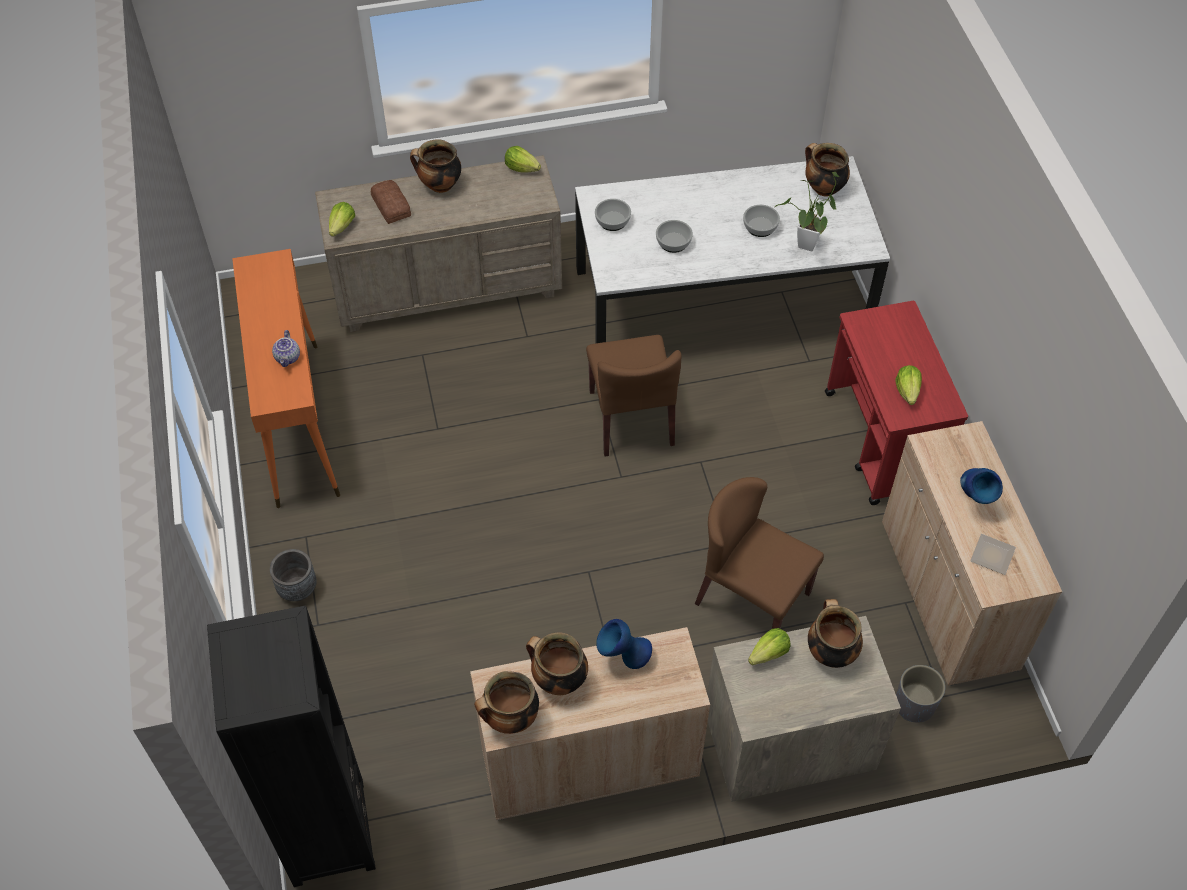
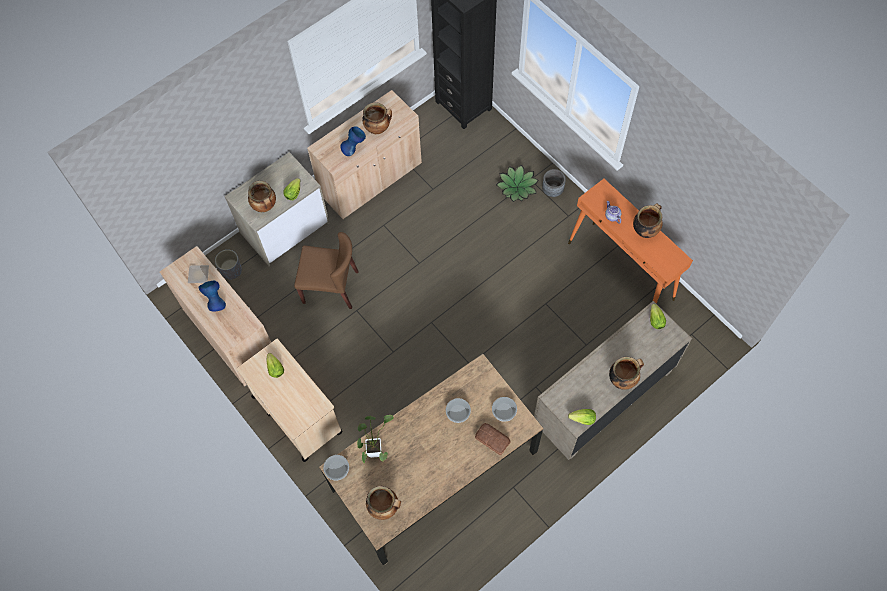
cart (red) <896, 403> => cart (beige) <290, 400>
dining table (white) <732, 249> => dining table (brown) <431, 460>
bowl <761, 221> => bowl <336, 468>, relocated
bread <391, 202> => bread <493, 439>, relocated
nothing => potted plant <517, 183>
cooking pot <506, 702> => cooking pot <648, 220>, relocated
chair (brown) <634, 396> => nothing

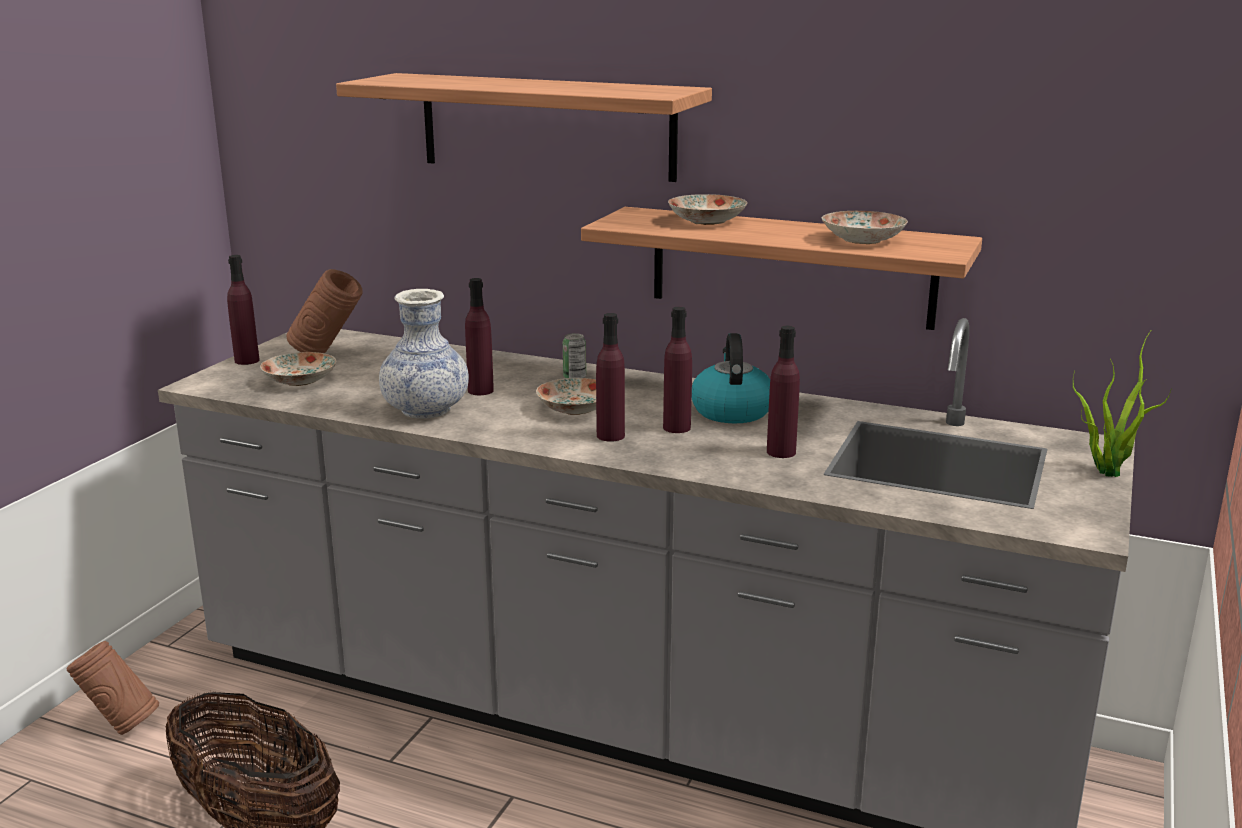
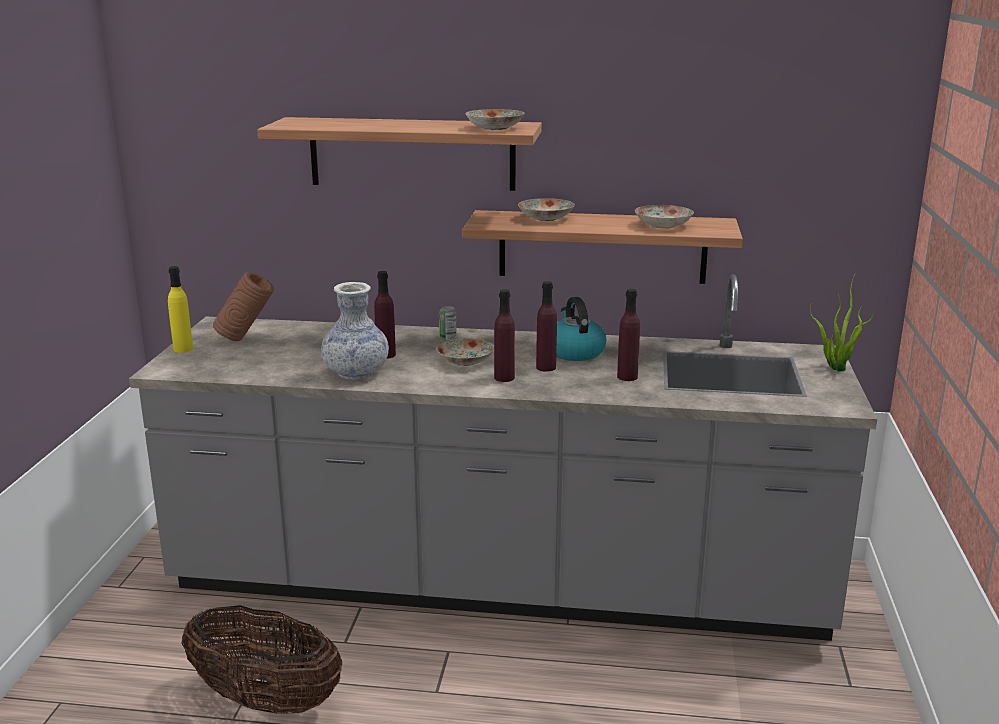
bottle (purple) <243, 310> => bottle (yellow) <180, 309>
plate <298, 369> => plate <495, 119>, relocated
vase (brown) <113, 688> => nothing

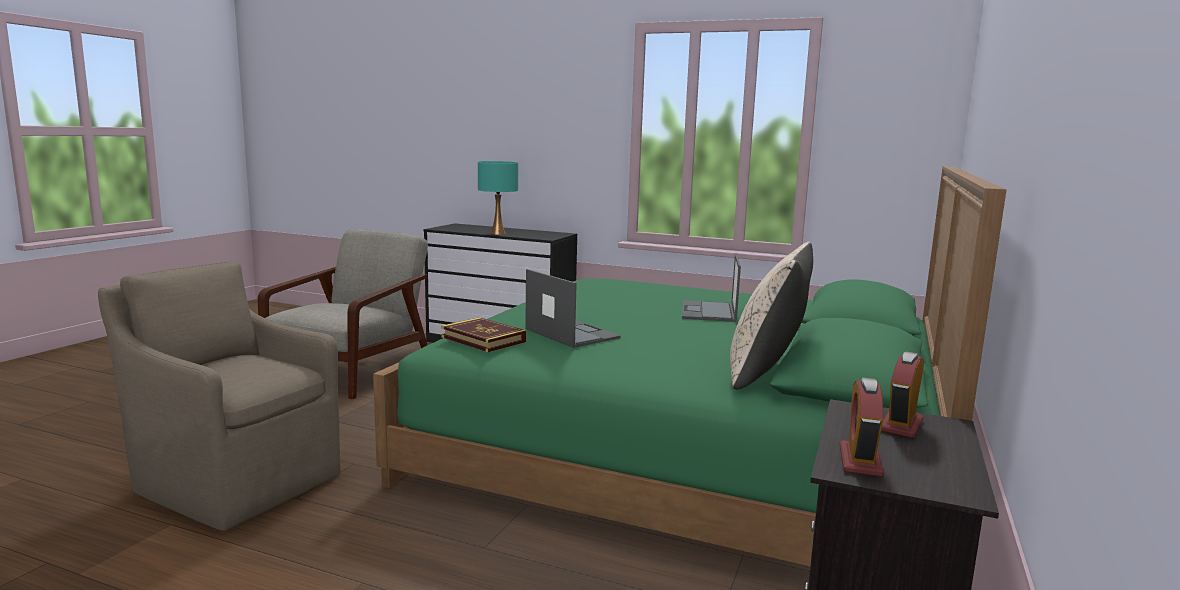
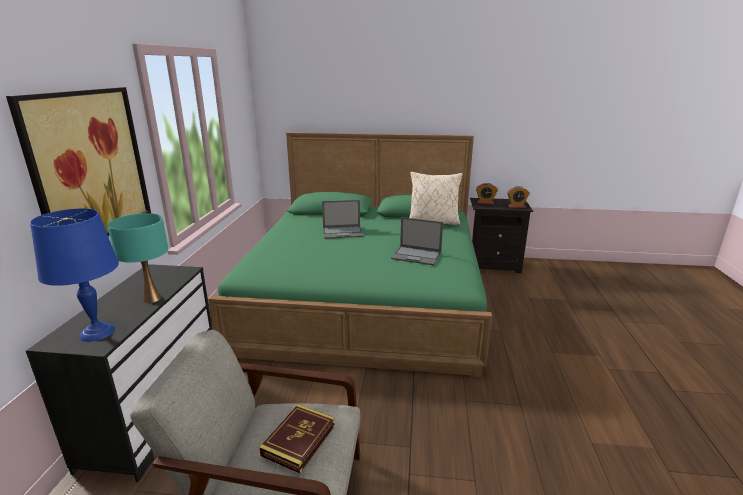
nothing => picture <78, 161>
nothing => table lamp (blue) <74, 275>
book <483, 334> => book <297, 438>, relocated
laptop <573, 308> => laptop <417, 241>, 105 degrees counterclockwise
armchair (brown) <219, 396> => nothing

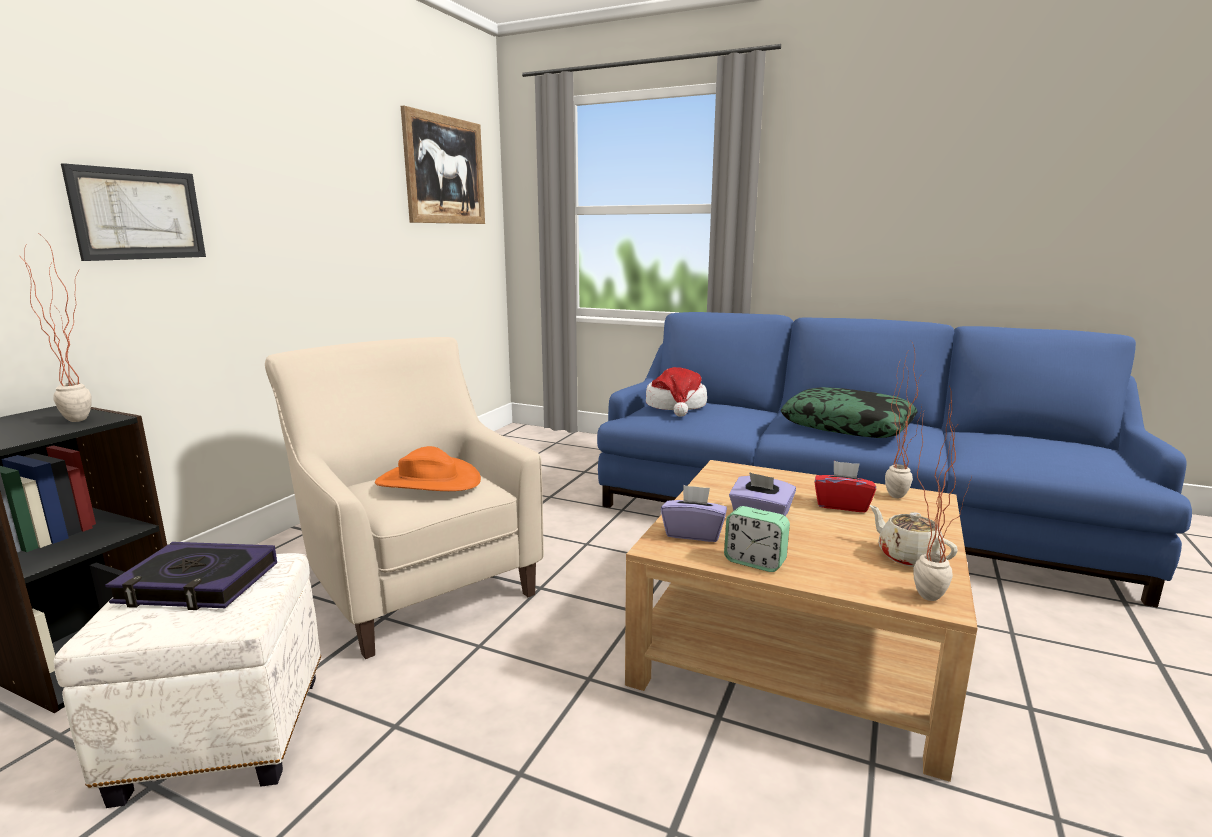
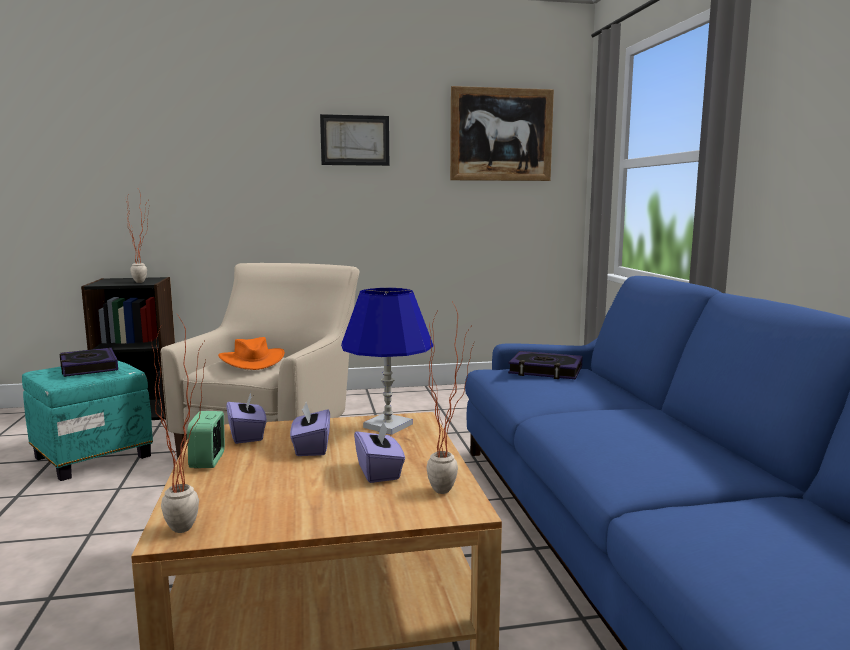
ottoman (white) <187, 680> => ottoman (turquoise) <87, 421>
picture <133, 212> => picture <354, 140>, relocated
nothing => table lamp (blue) <387, 361>
tissue box (red) <845, 486> => tissue box (purple) <379, 452>
hat <676, 392> => book <545, 365>
pillow <849, 412> => nothing
teapot (beige) <914, 536> => nothing

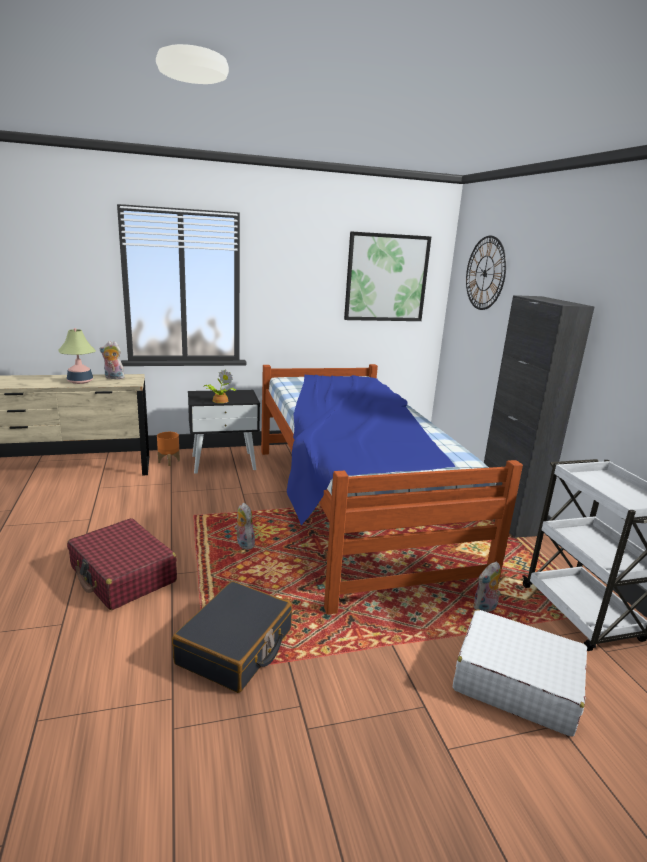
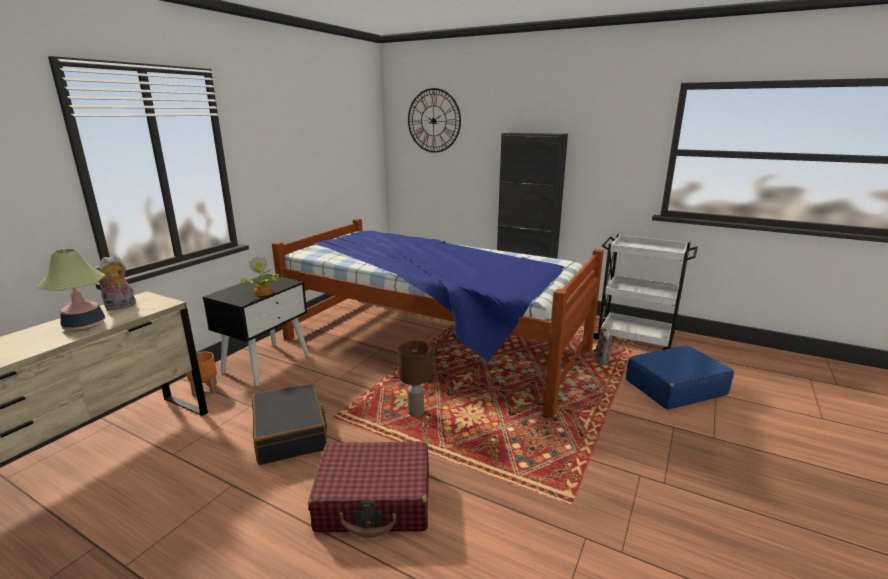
suitcase (black) <232, 637> => suitcase (black) <289, 424>, relocated
plush toy <244, 526> => table lamp (brown) <415, 379>
suitcase (white) <520, 673> => suitcase (blue) <680, 377>
picture <387, 276> => nothing

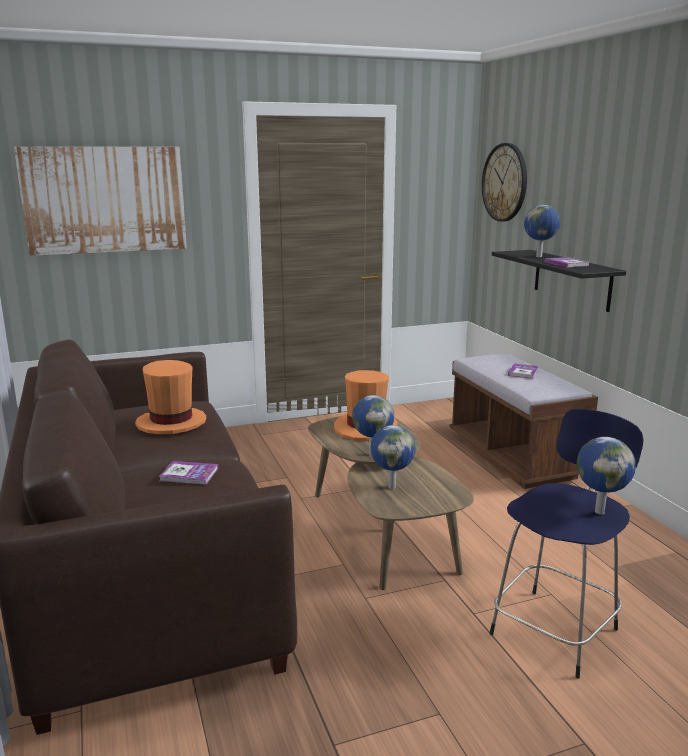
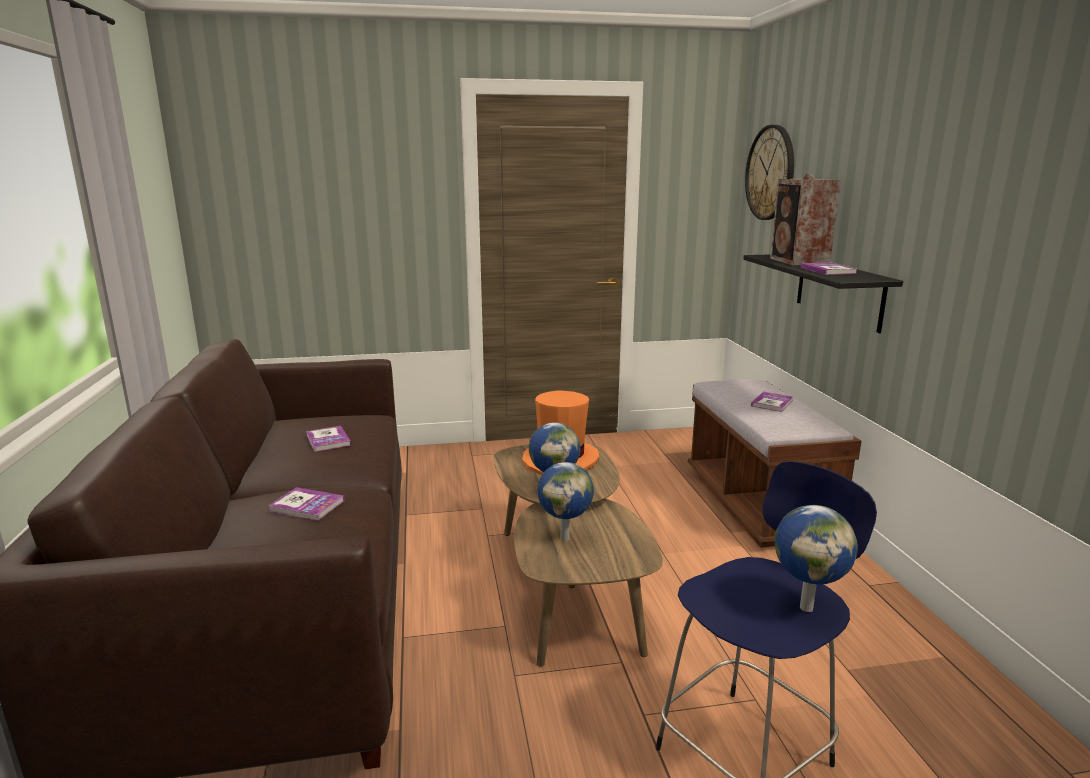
hat (orange) <170, 397> => book <328, 439>
globe <542, 231> => speaker <805, 220>
picture <100, 201> => nothing

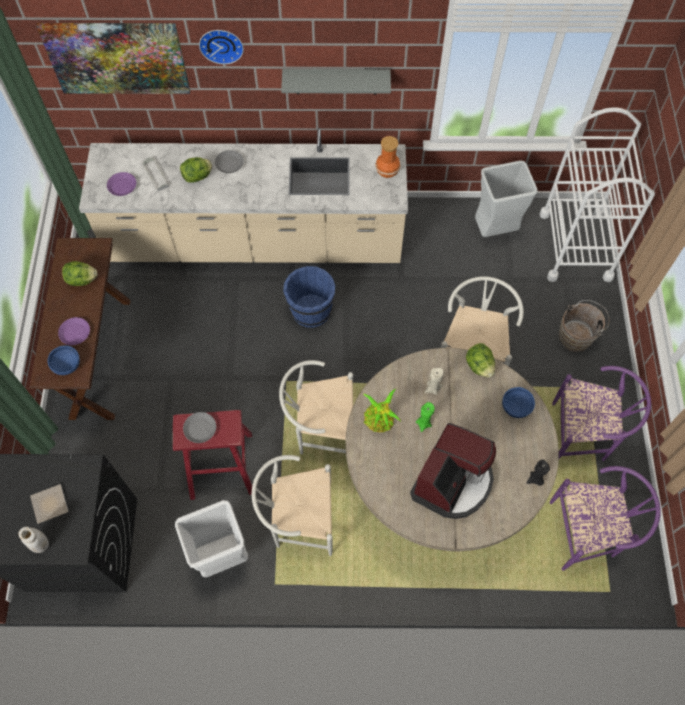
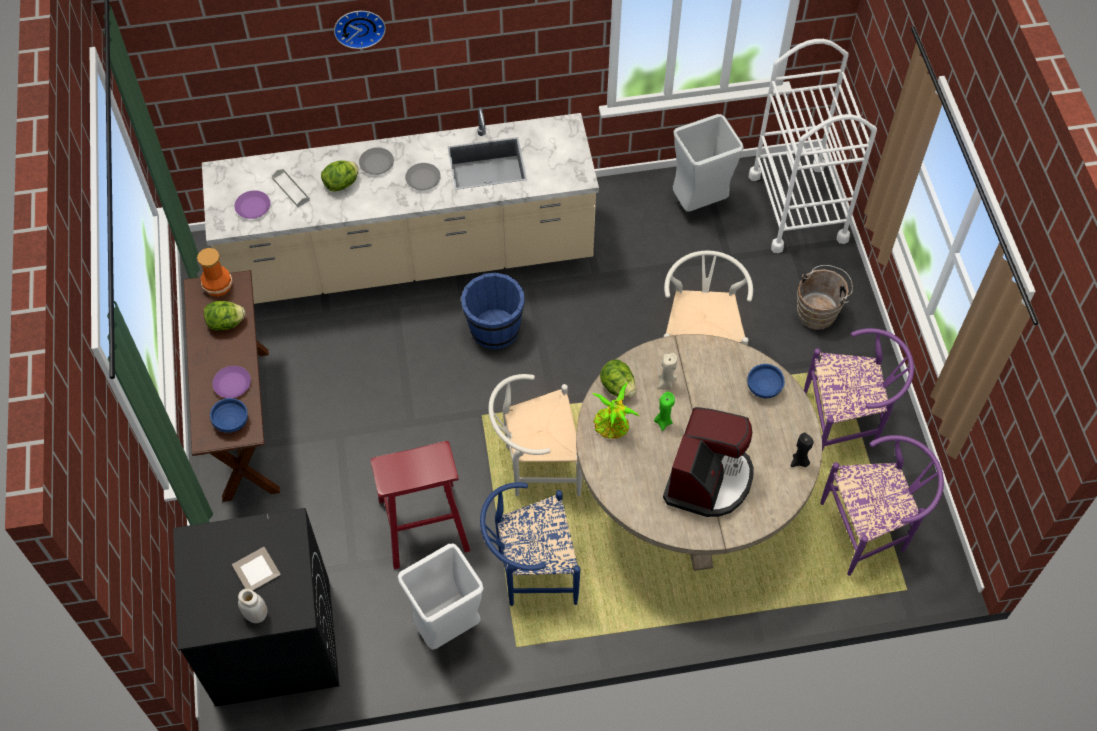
vase <387, 157> => vase <215, 272>, relocated
plate (grey) <199, 427> => plate (grey) <423, 176>, relocated
chair (white) <292, 505> => chair (blue) <530, 544>
lettuce <480, 360> => lettuce <618, 378>, relocated
picture <113, 58> => nothing
shelf (grey) <336, 82> => nothing

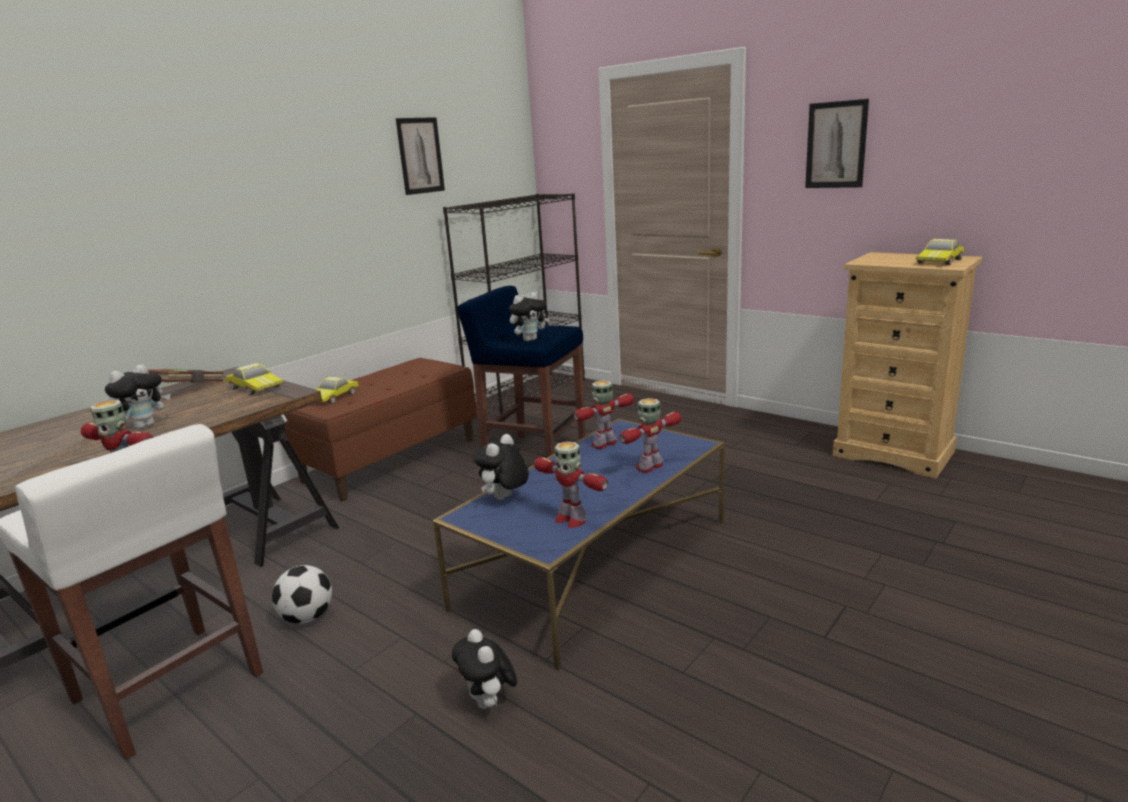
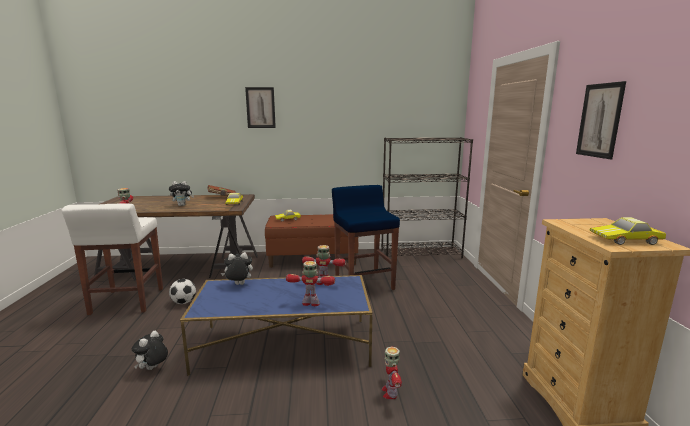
picture <420, 156> => picture <260, 107>, relocated
toy robot <571, 484> => toy robot <392, 372>, relocated
plush toy <529, 317> => nothing

